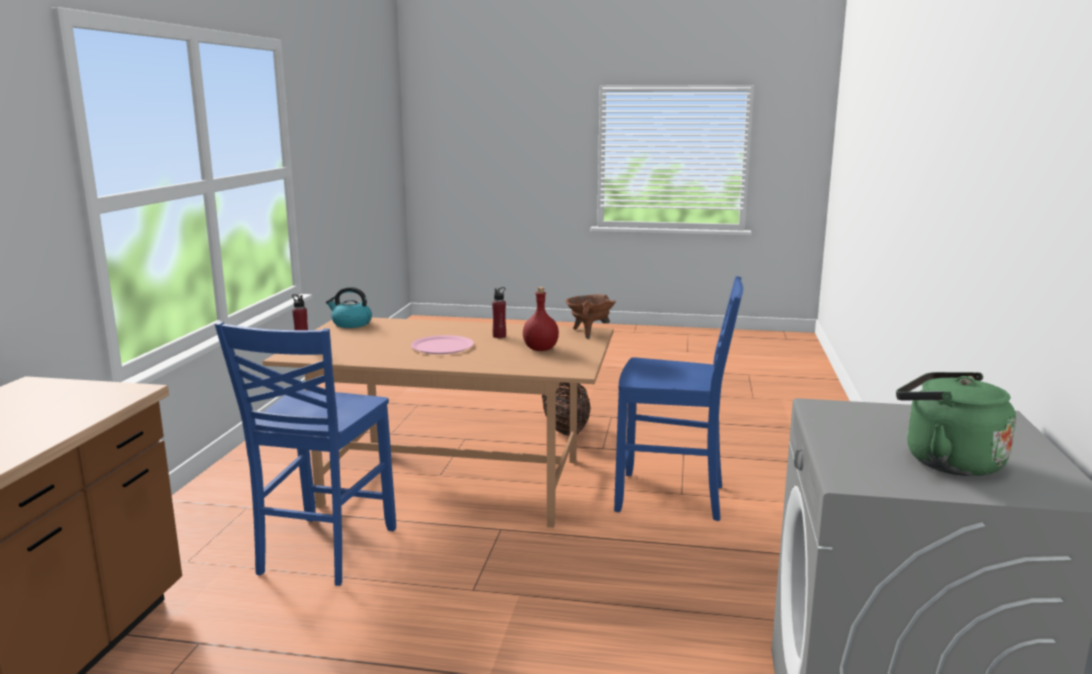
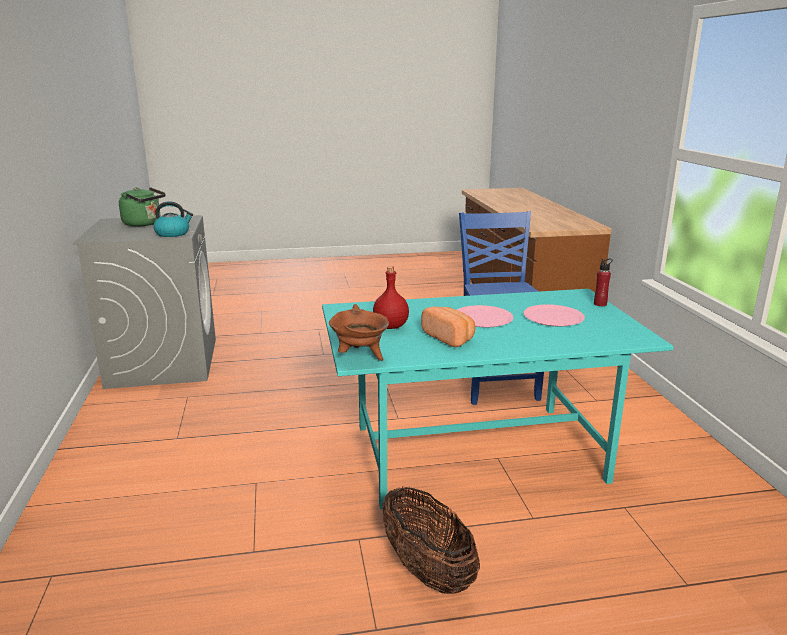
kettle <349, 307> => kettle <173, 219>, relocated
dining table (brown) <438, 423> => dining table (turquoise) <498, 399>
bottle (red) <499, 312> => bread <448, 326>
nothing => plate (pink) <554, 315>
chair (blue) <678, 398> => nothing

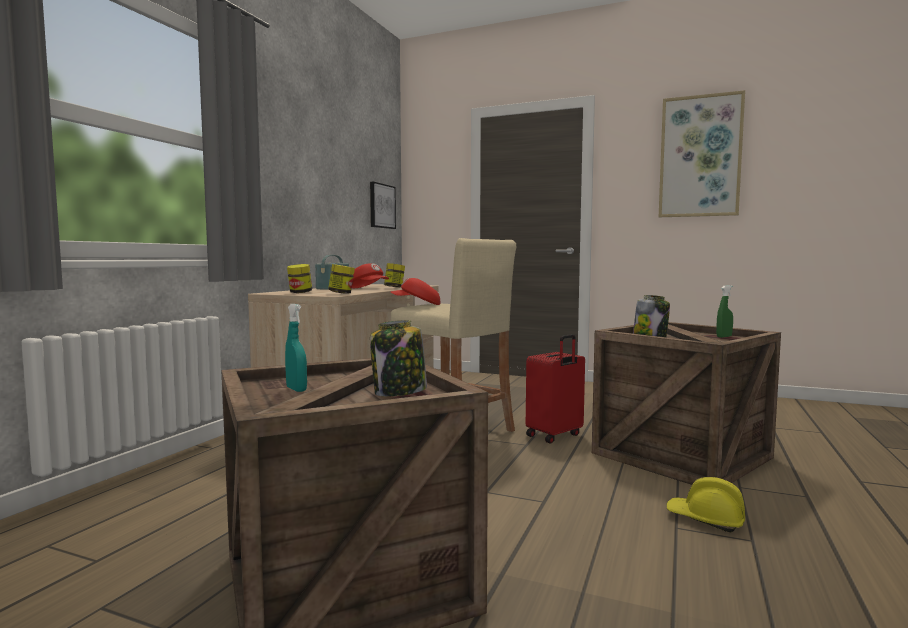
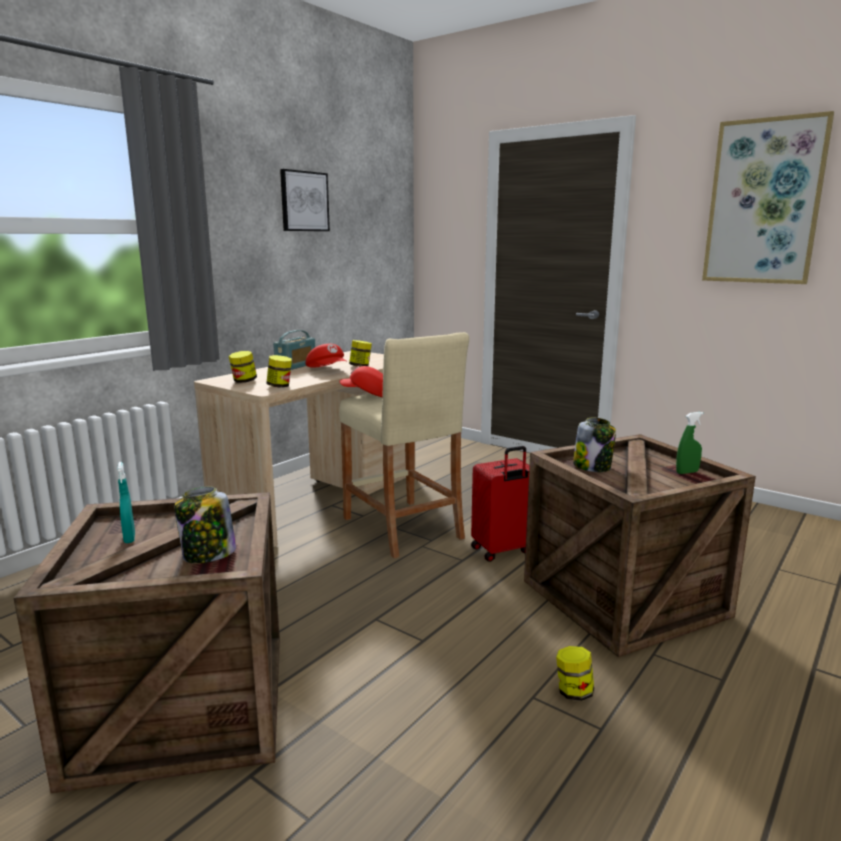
picture <383, 205> => picture <305, 200>, relocated
hard hat (yellow) <706, 504> => jar <575, 673>

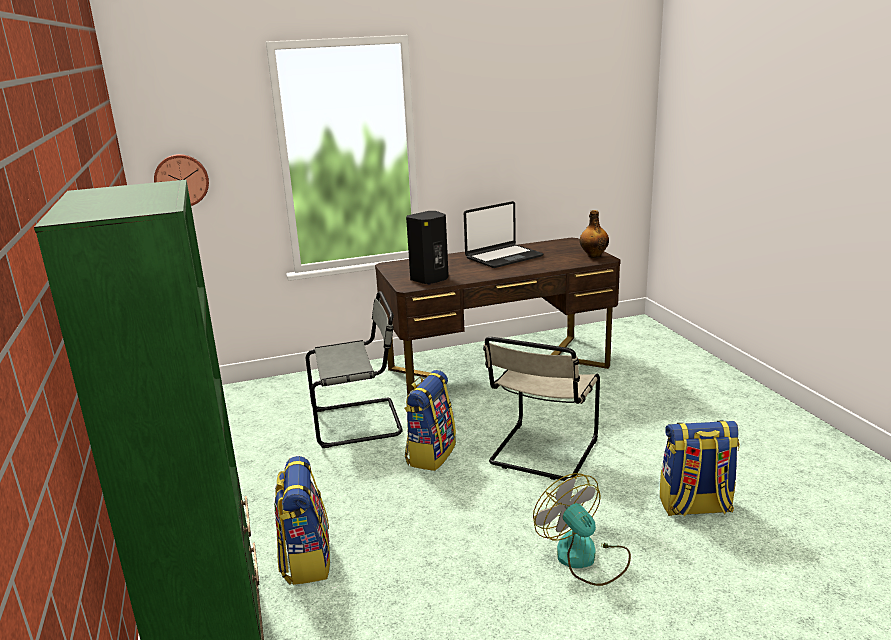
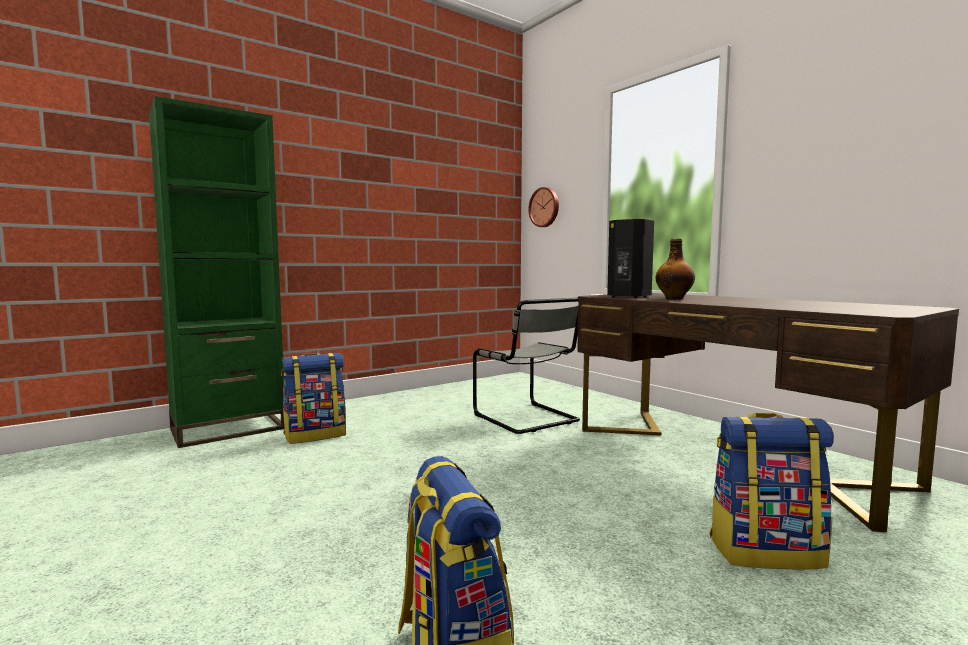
bottle <594, 234> => bottle <675, 269>, relocated
backpack <430, 420> => backpack <772, 491>, relocated
laptop <503, 234> => nothing
chair (beige) <541, 409> => nothing
fan <582, 529> => nothing

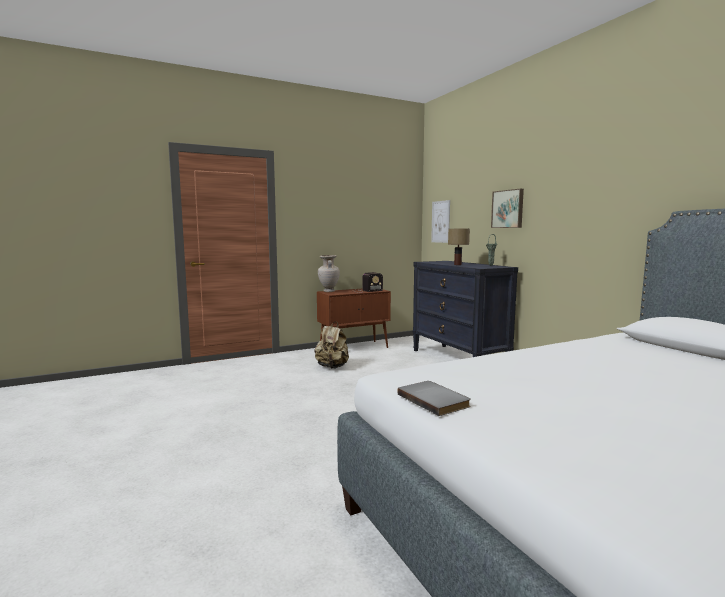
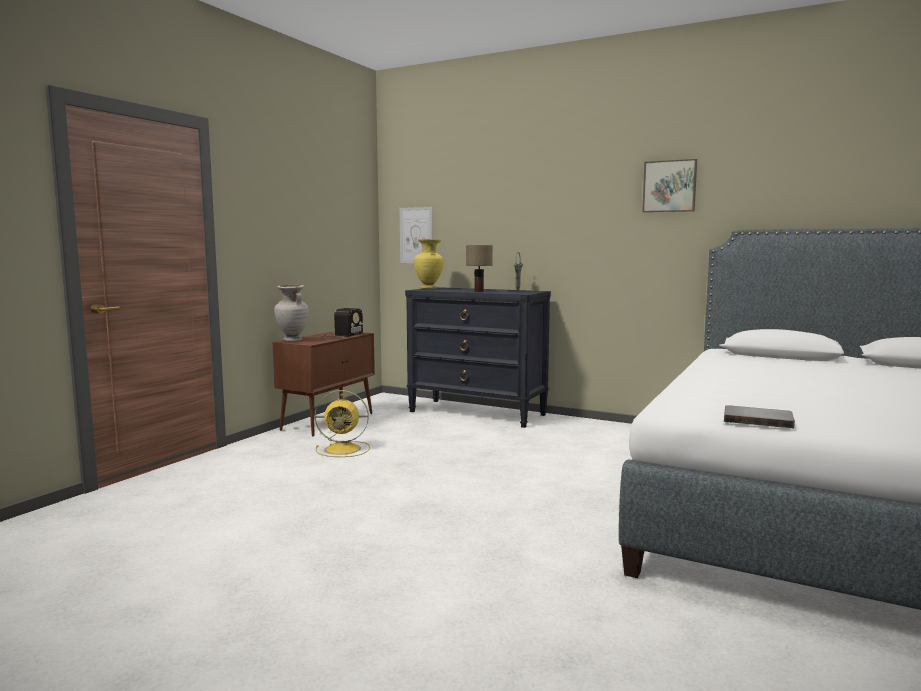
backpack (beige) <332, 345> => fan (yellow) <342, 423>
nothing => vase (yellow) <429, 264>
picture <507, 208> => picture <669, 185>, relocated

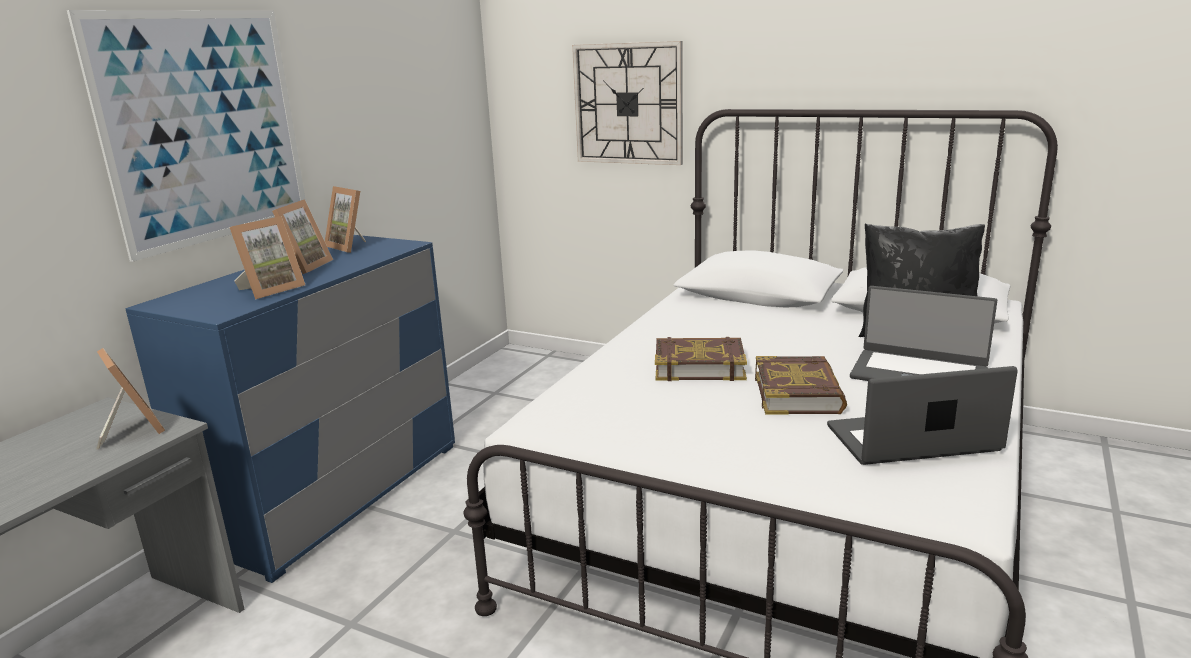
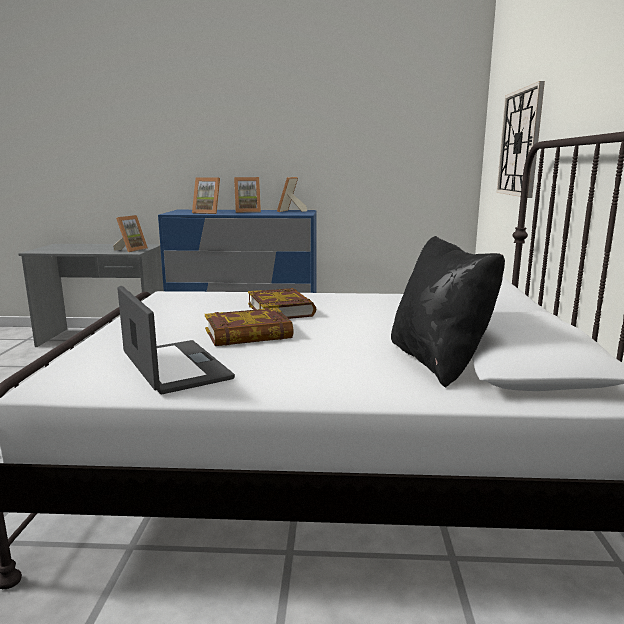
picture <186, 136> => nothing
laptop <923, 333> => nothing

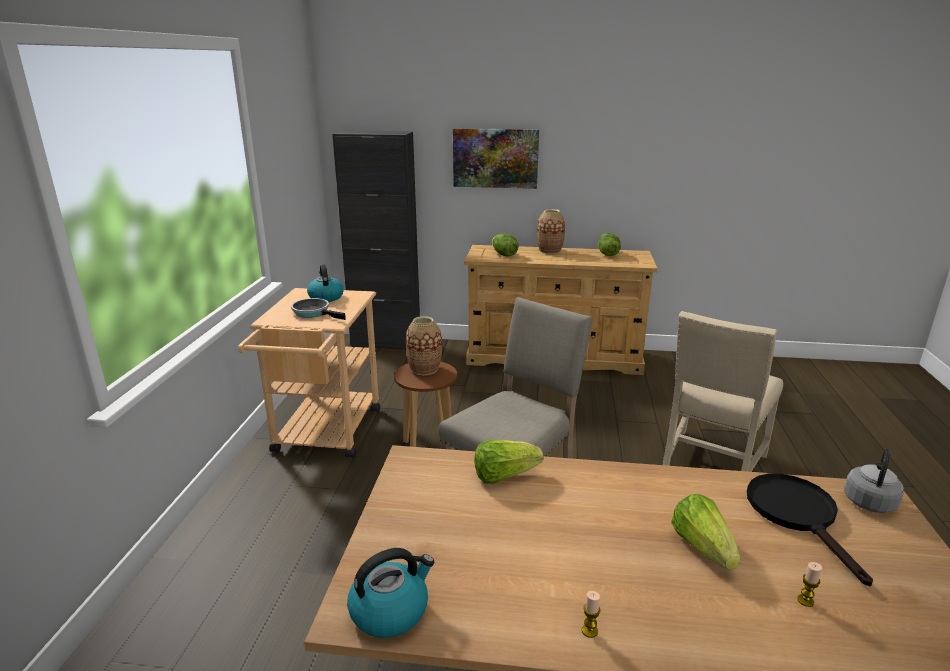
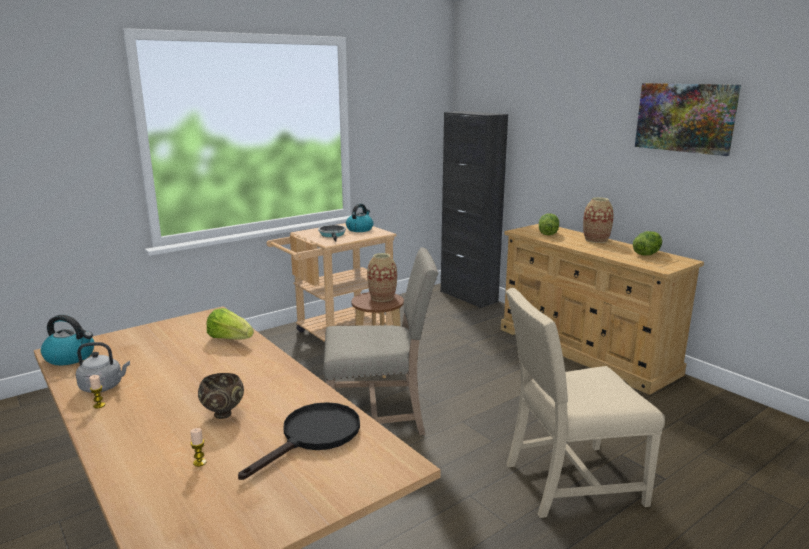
kettle (grey) <874, 480> => kettle (grey) <103, 367>, relocated
lettuce <705, 531> => bowl (brown) <221, 396>
picture <496, 158> => picture <688, 119>, relocated

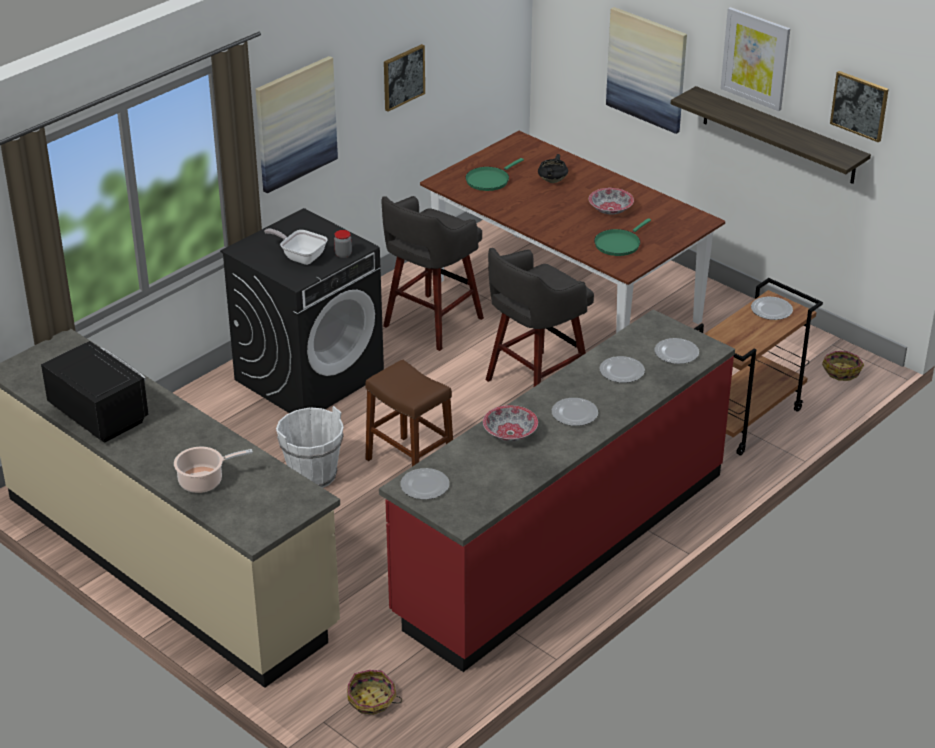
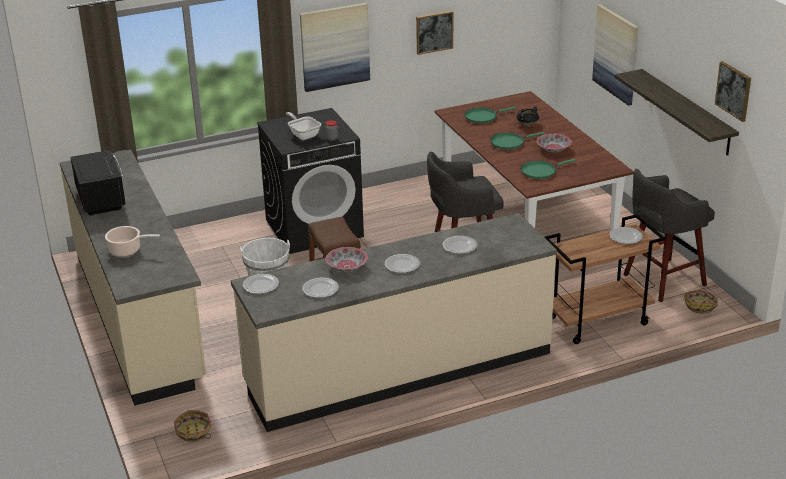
counter (red) <557, 490> => counter (beige) <394, 322>
plate <676, 351> => plate <320, 288>, relocated
nothing => frying pan (green) <517, 141>
stool (grey) <432, 273> => stool (grey) <669, 235>, relocated
picture <755, 59> => nothing

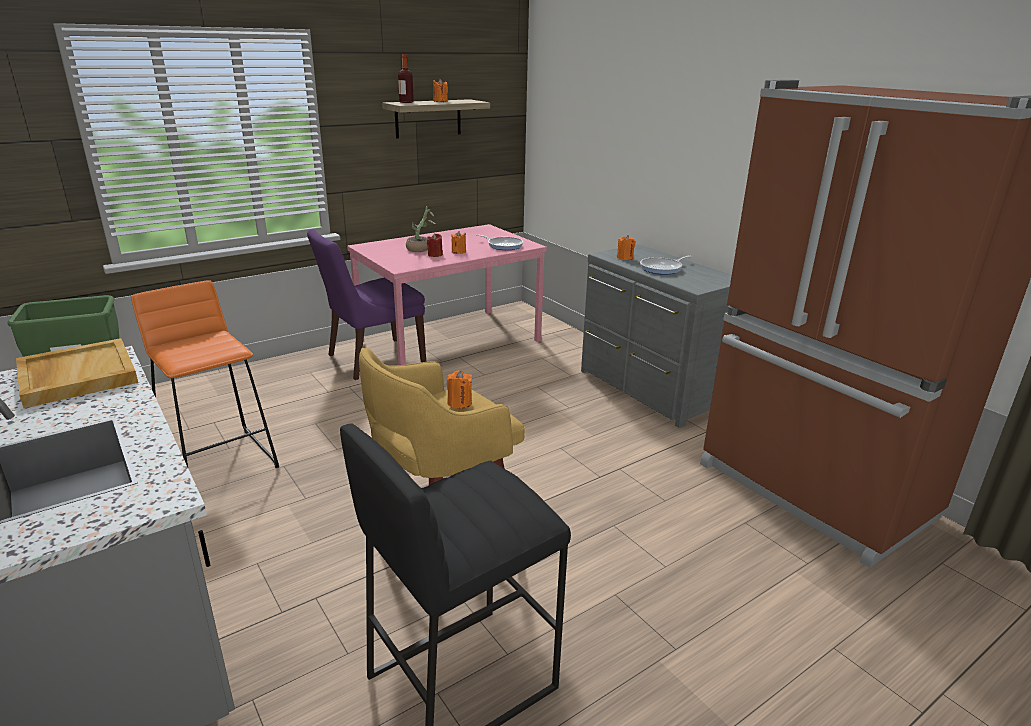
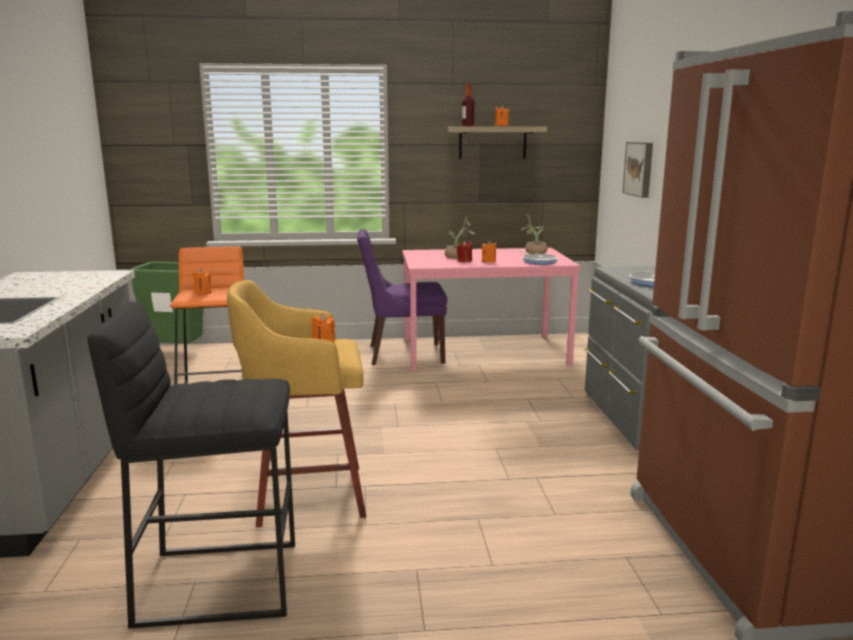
candle (orange) <626, 247> => candle (orange) <202, 282>, relocated
nothing => potted plant <533, 233>
nothing => picture <637, 170>
tray (beige) <77, 373> => nothing

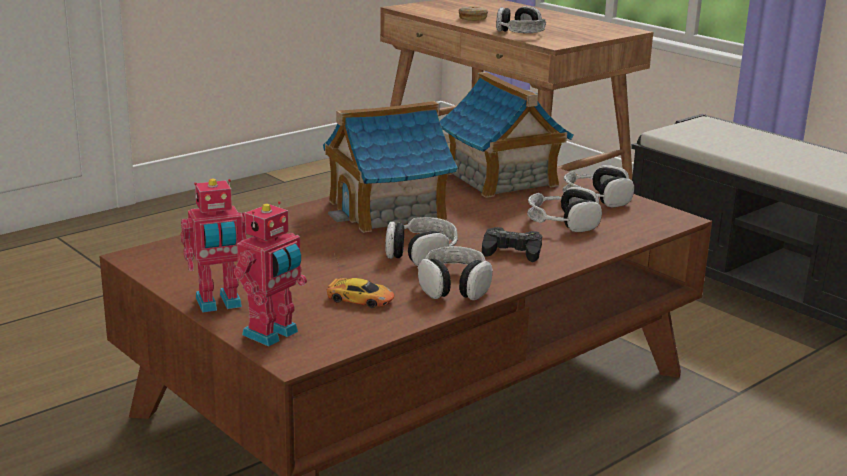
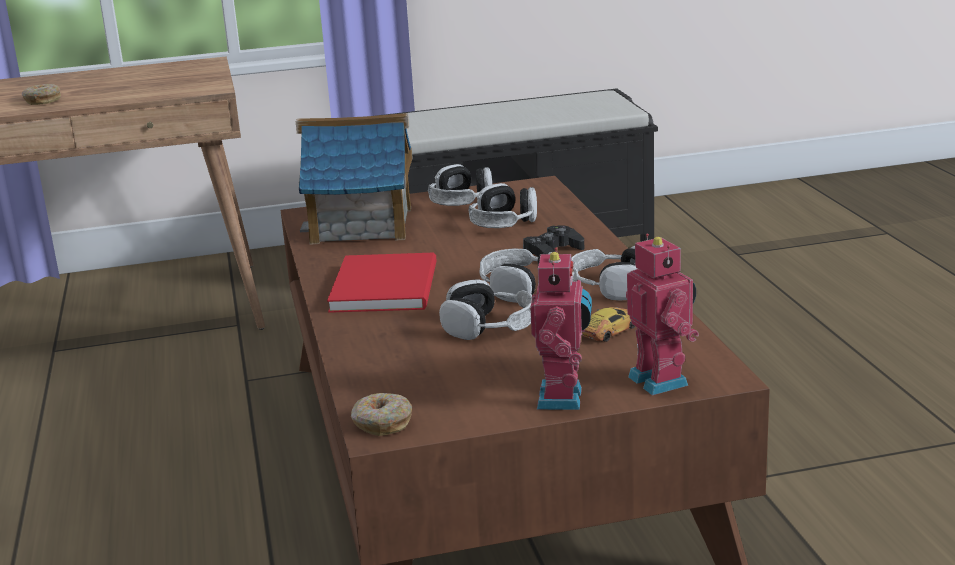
toy house <390, 167> => book (red) <381, 283>
nothing => donut <381, 414>
headphones <521, 19> => headphones <485, 309>, relocated

